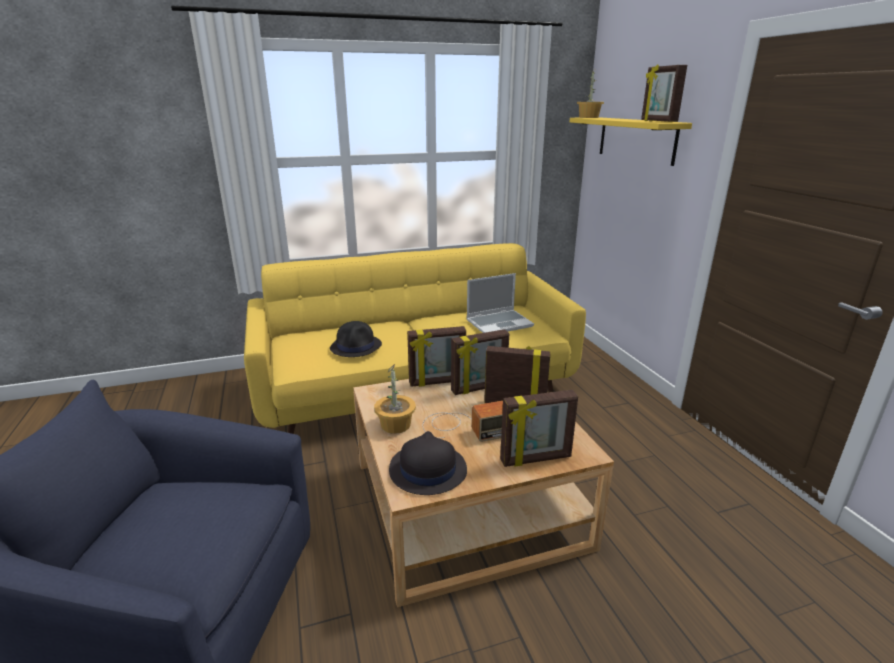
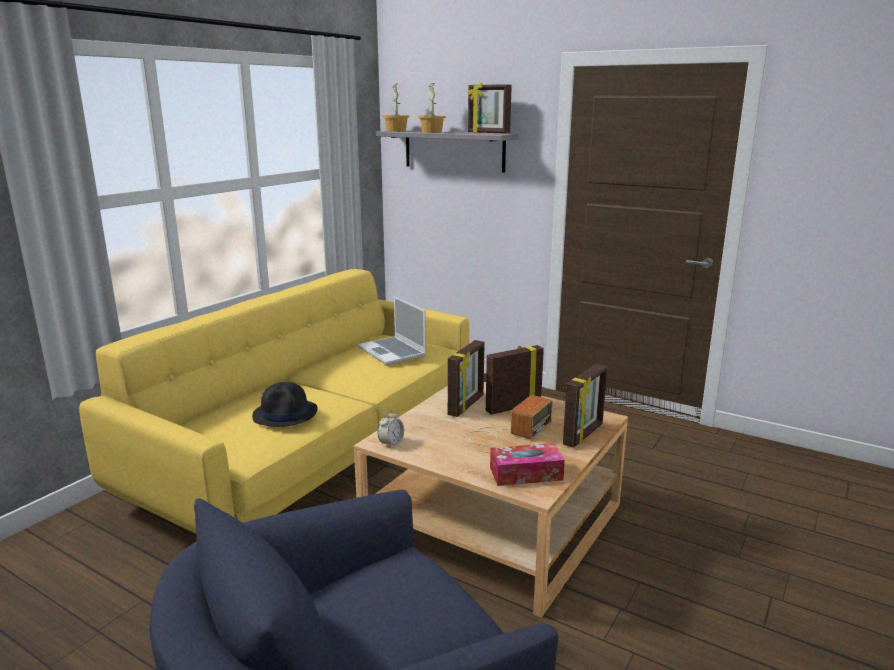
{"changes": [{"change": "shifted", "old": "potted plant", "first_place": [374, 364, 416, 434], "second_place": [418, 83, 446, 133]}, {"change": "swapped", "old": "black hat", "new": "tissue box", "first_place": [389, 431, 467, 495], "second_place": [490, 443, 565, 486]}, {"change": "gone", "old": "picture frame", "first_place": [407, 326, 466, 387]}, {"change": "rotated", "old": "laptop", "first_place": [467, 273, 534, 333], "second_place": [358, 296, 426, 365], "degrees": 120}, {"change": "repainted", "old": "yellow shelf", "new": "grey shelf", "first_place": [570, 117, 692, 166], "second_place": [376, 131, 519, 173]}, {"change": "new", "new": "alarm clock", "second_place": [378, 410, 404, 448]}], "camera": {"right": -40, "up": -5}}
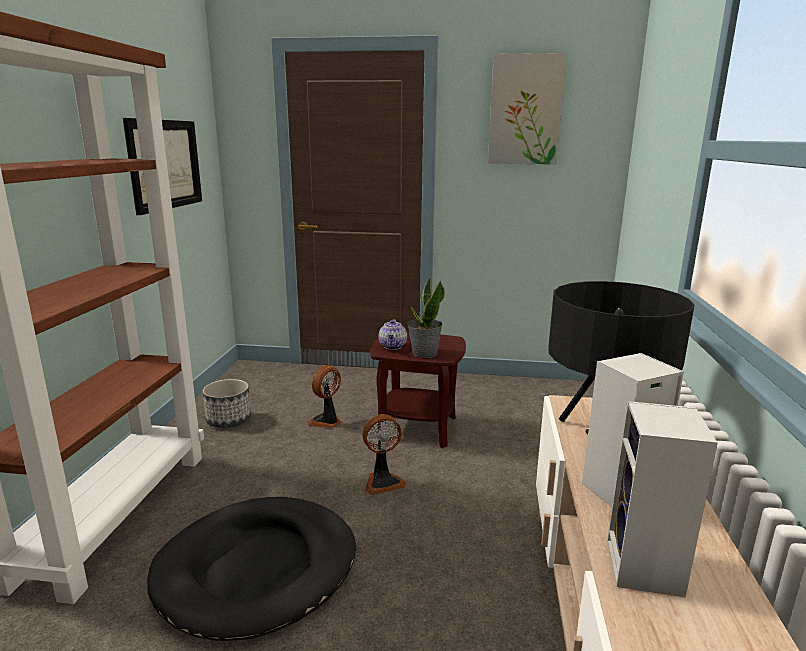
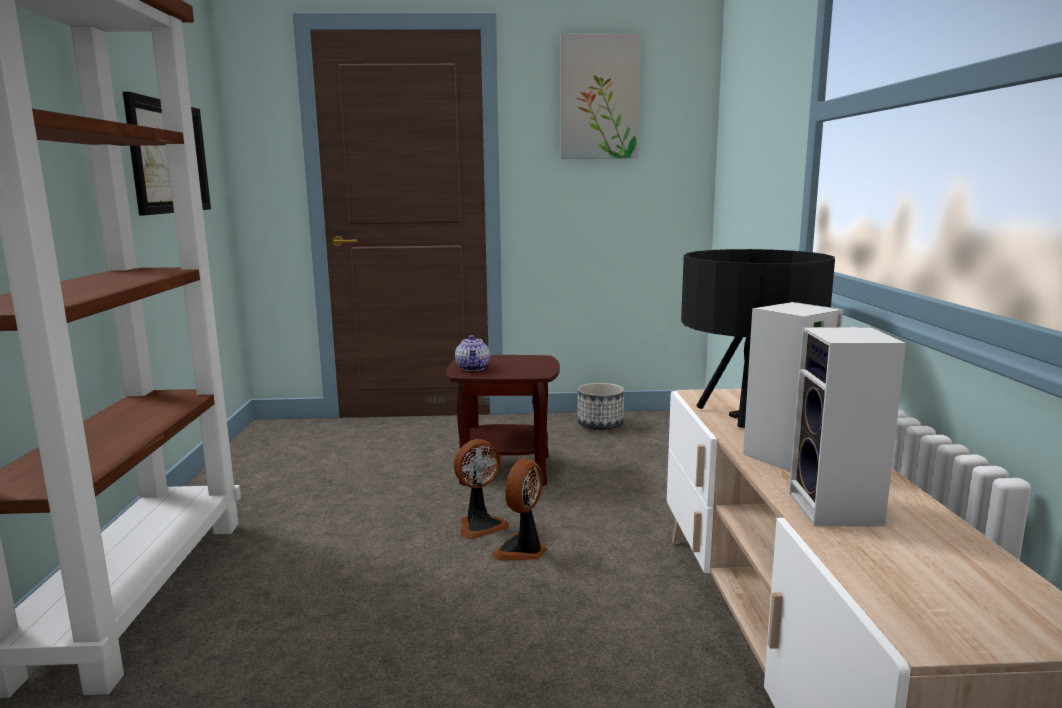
{"changes": [{"change": "gone", "old": "black dog bed", "first_place": [147, 497, 356, 641]}, {"change": "shifted", "old": "planter", "first_place": [203, 379, 251, 428], "second_place": [577, 383, 624, 430]}, {"change": "shifted", "old": "fan", "first_place": [306, 365, 342, 428], "second_place": [491, 458, 547, 561]}, {"change": "gone", "old": "potted plant", "first_place": [407, 278, 445, 358]}], "camera": {"right": -10, "up": -5}}
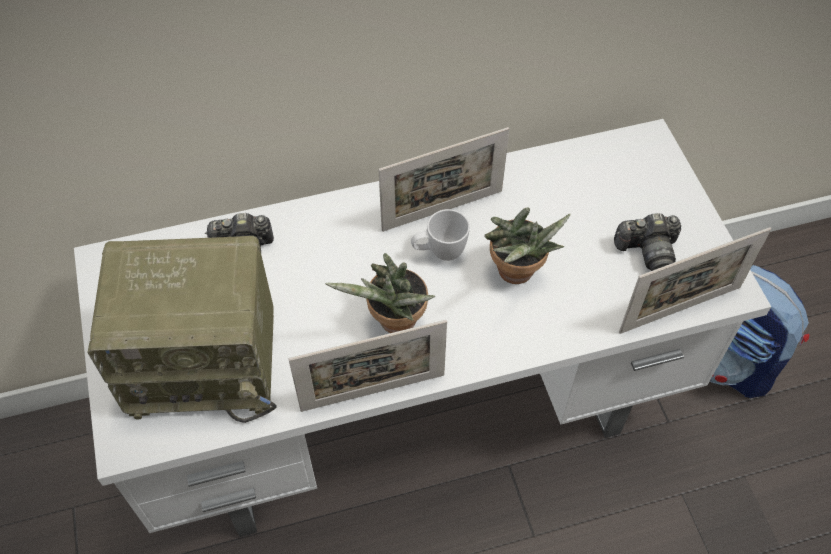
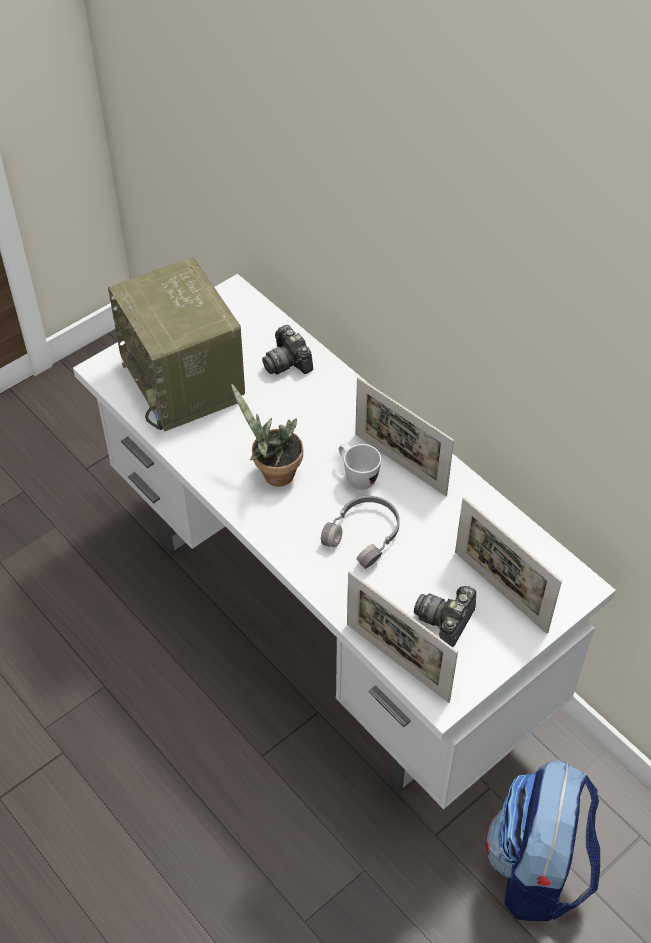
{"changes": [{"change": "shifted", "old": "picture frame", "first_place": [288, 320, 447, 412], "second_place": [455, 497, 562, 634]}, {"change": "swapped", "old": "potted plant", "new": "grey headphones", "first_place": [484, 207, 571, 284], "second_place": [321, 496, 400, 569]}, {"change": "rotated", "old": "photo camera", "first_place": [614, 213, 681, 271], "second_place": [414, 585, 476, 647], "degrees": 60}], "camera": {"right": 65, "up": -5}}
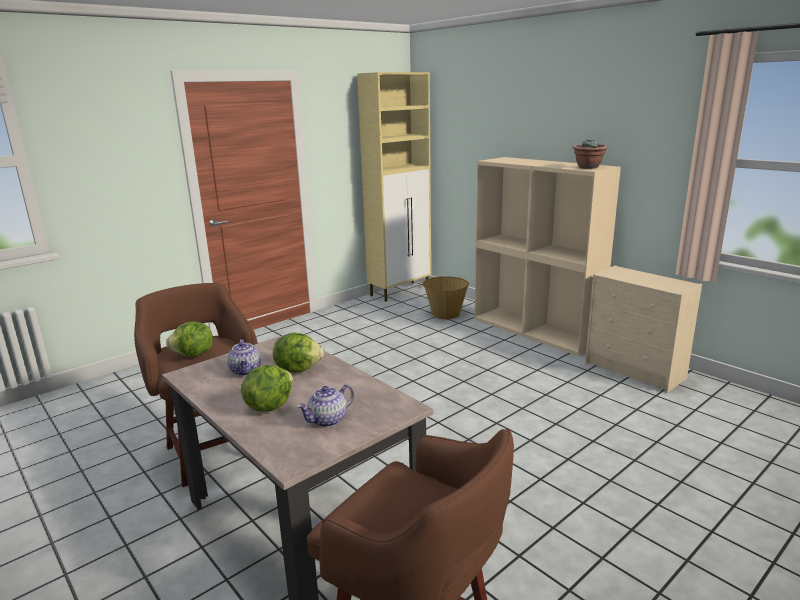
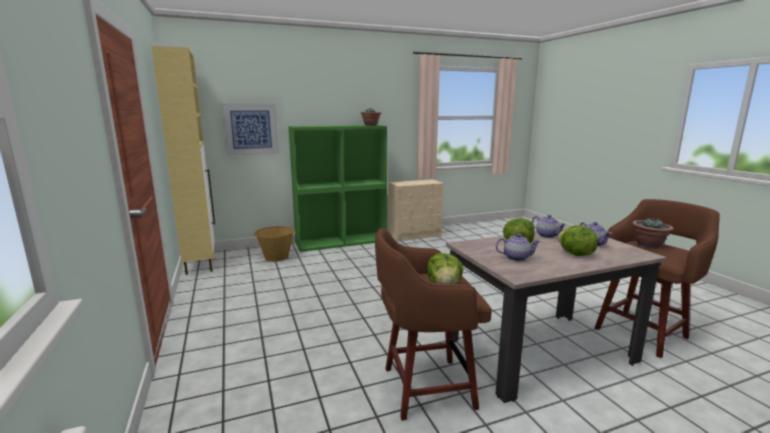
{"changes": [{"change": "repainted", "old": "beige bookcase", "new": "green bookcase", "first_place": [474, 157, 621, 356], "second_place": [289, 125, 387, 252]}, {"change": "new", "new": "picture", "second_place": [222, 103, 279, 156]}, {"change": "new", "new": "teapot", "second_place": [532, 215, 566, 238]}, {"change": "new", "new": "potted plant", "second_place": [632, 218, 674, 248]}], "camera": {"right": -70, "up": -5}}
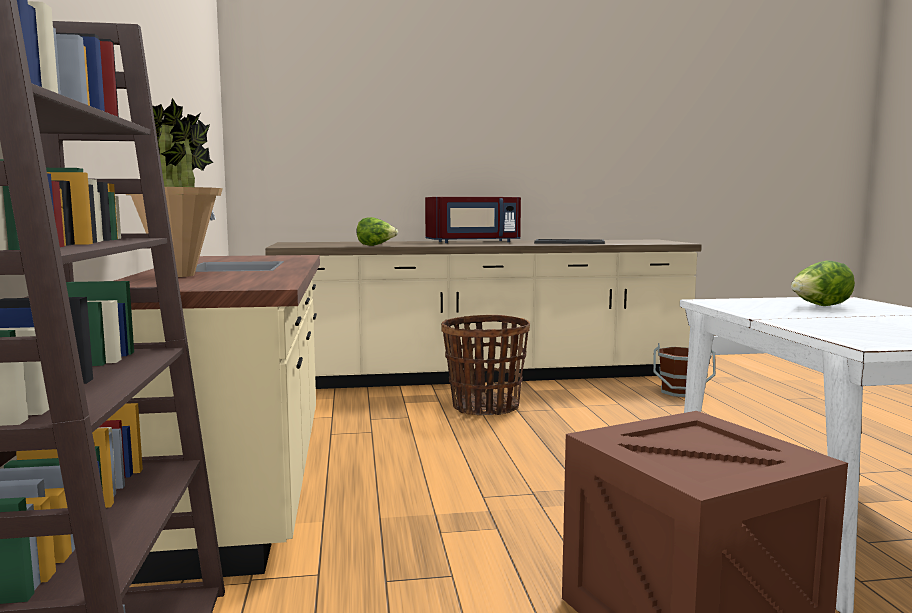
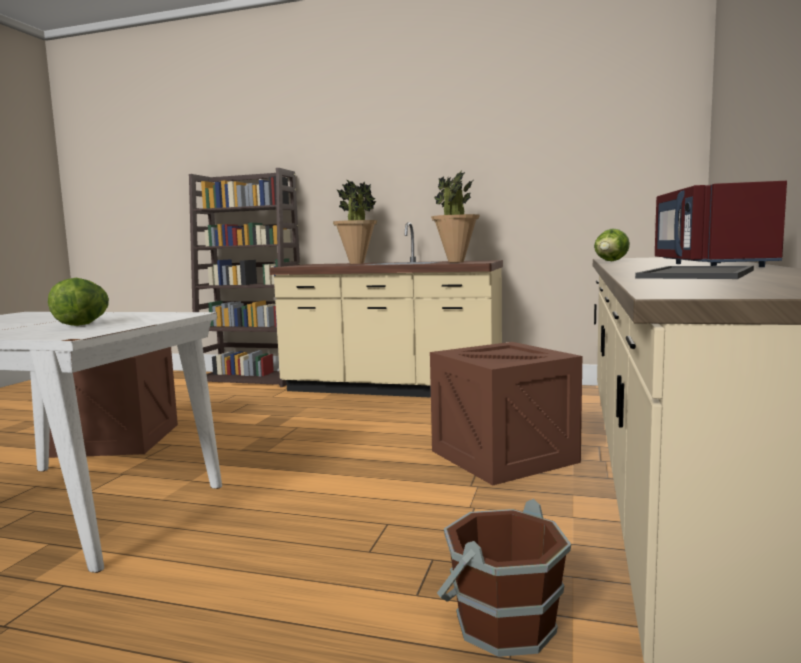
{"changes": [{"change": "swapped", "old": "basket", "new": "crate", "first_place": [441, 315, 530, 415], "second_place": [430, 342, 582, 485]}, {"change": "new", "new": "potted plant", "second_place": [431, 169, 480, 263]}], "camera": {"right": 115, "up": 0}}
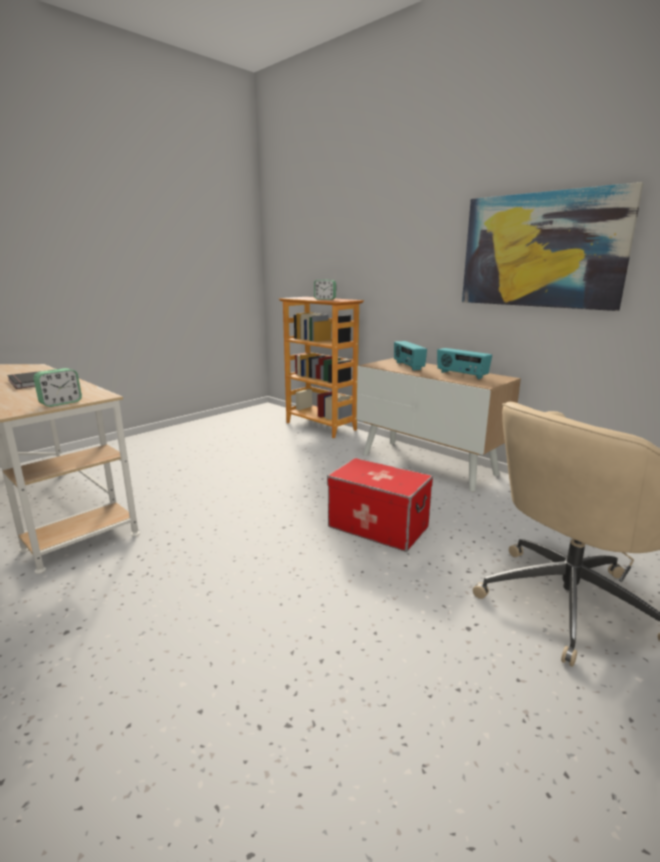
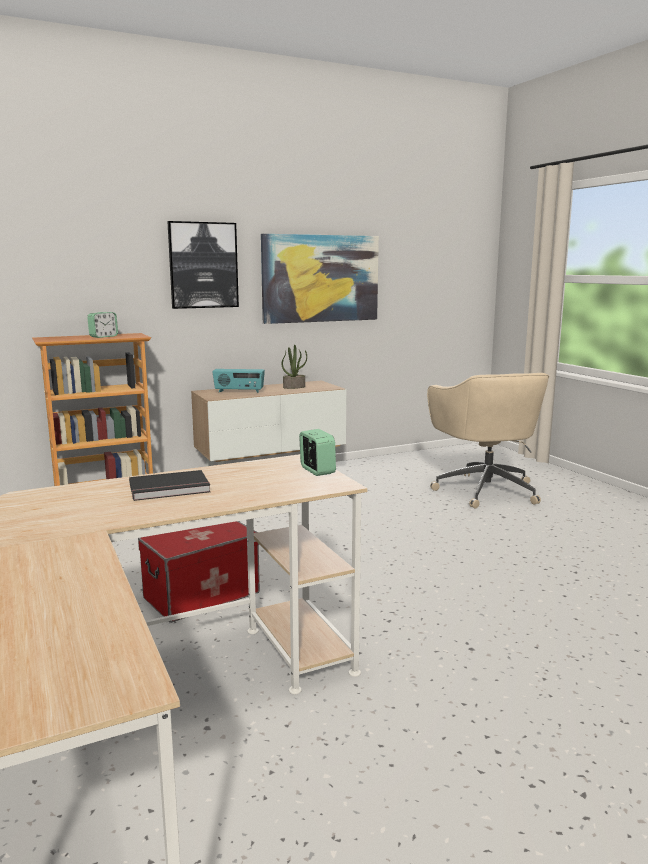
{"changes": [{"change": "shifted", "old": "storage box", "first_place": [327, 458, 433, 552], "second_place": [138, 521, 260, 623]}, {"change": "swapped", "old": "radio", "new": "potted plant", "first_place": [437, 348, 492, 379], "second_place": [282, 345, 307, 389]}, {"change": "new", "new": "picture", "second_place": [167, 221, 239, 309]}], "camera": {"right": -70, "up": -5}}
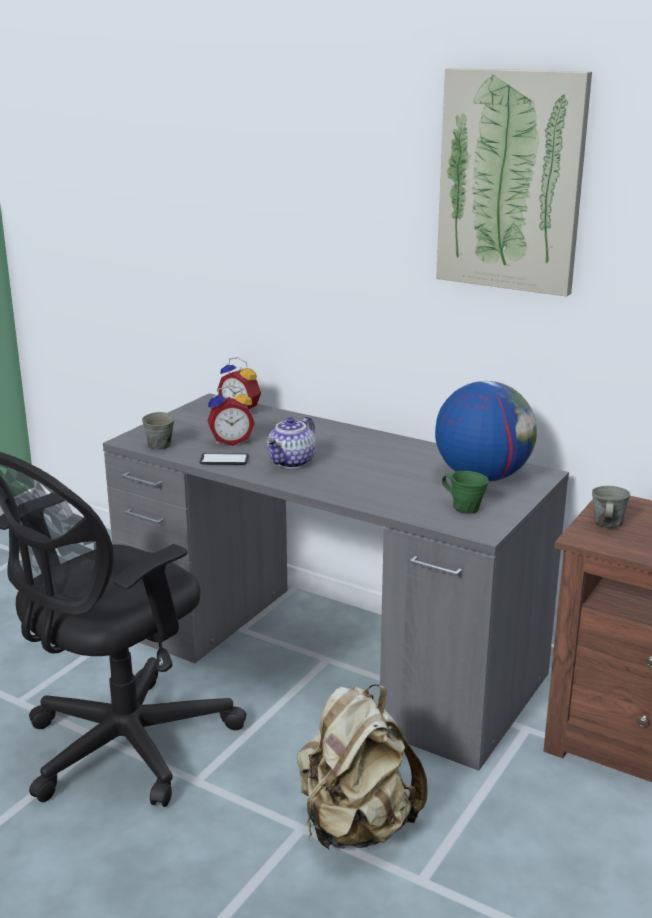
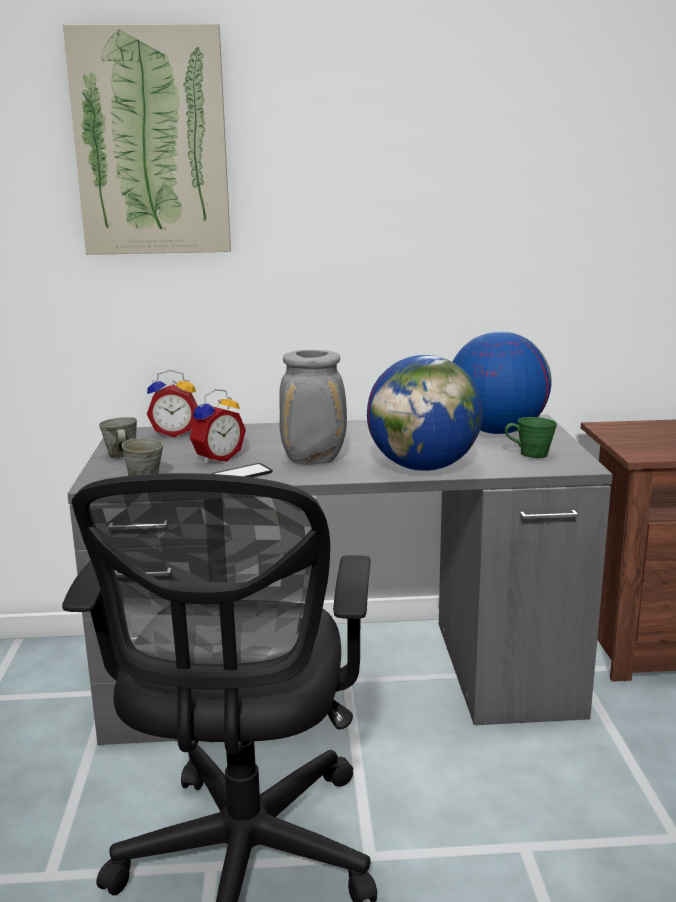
{"changes": [{"change": "swapped", "old": "teapot", "new": "grey vase", "first_place": [266, 416, 316, 469], "second_place": [279, 350, 347, 464]}, {"change": "gone", "old": "beige backpack", "first_place": [297, 684, 428, 849]}, {"change": "shifted", "old": "picture", "first_place": [436, 68, 592, 297], "second_place": [63, 24, 231, 255]}, {"change": "shifted", "old": "grey mug", "first_place": [592, 486, 630, 528], "second_place": [99, 417, 137, 458]}, {"change": "new", "new": "globe", "second_place": [367, 355, 483, 471]}], "camera": {"right": -35, "up": -5}}
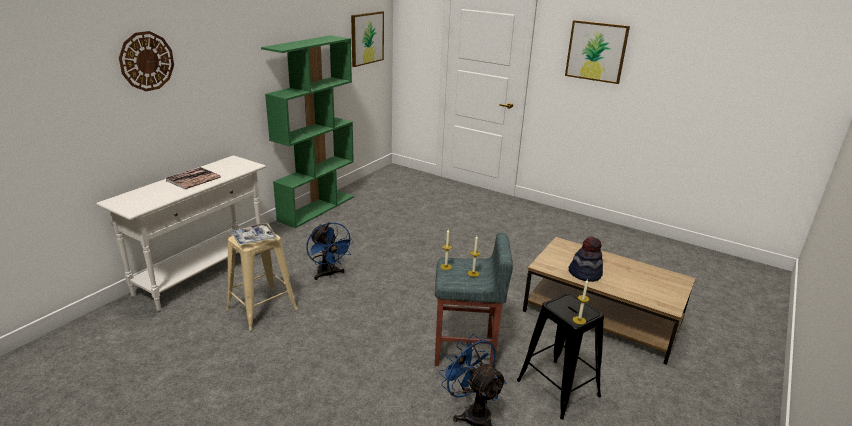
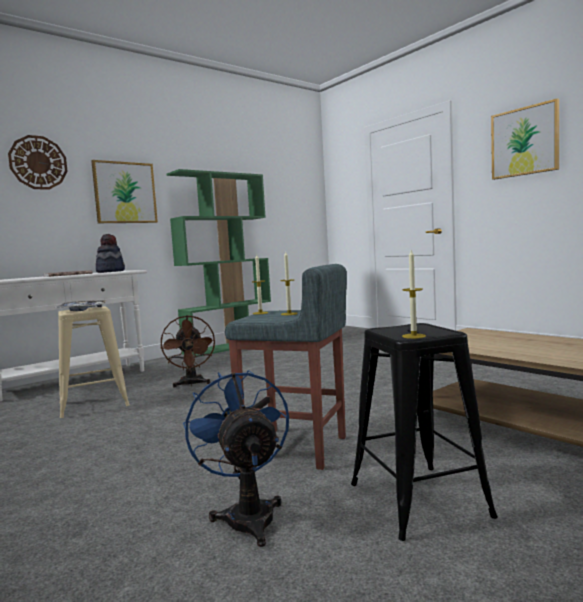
{"changes": [{"change": "repainted", "old": "blue fan", "new": "brown fan", "first_place": [306, 222, 354, 280], "second_place": [160, 315, 215, 388]}, {"change": "shifted", "old": "picture", "first_place": [351, 11, 384, 67], "second_place": [91, 160, 158, 223]}, {"change": "shifted", "old": "hat", "first_place": [569, 237, 603, 282], "second_place": [96, 234, 125, 273]}], "camera": {"right": 20, "up": -20}}
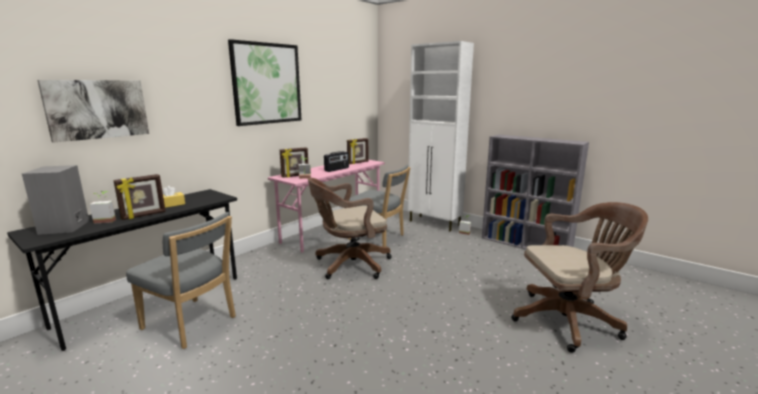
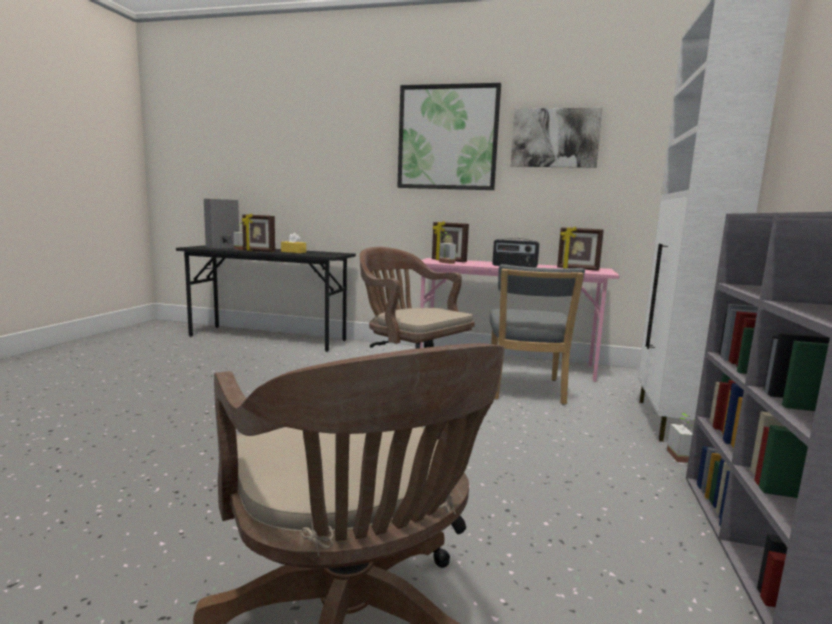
{"changes": [{"change": "shifted", "old": "picture", "first_place": [37, 80, 149, 143], "second_place": [511, 108, 603, 168]}, {"change": "gone", "old": "grey chair", "first_place": [126, 212, 236, 349]}], "camera": {"right": 65, "up": -5}}
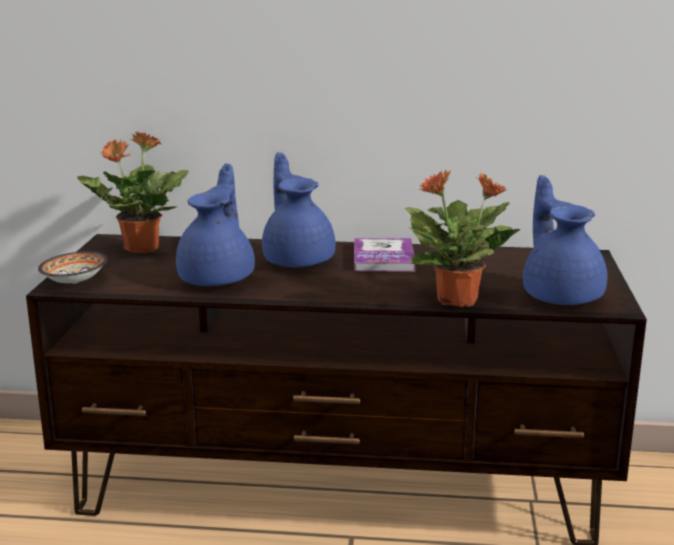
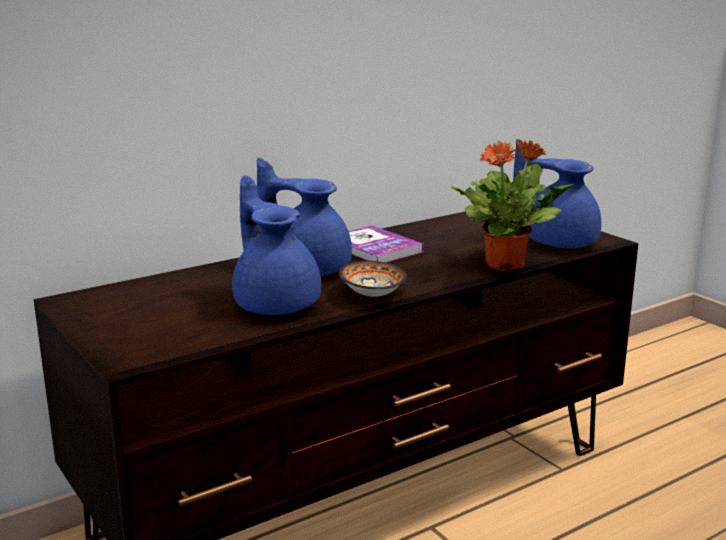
{"changes": [{"change": "shifted", "old": "bowl", "first_place": [38, 252, 107, 284], "second_place": [339, 261, 406, 297]}, {"change": "gone", "old": "potted plant", "first_place": [77, 132, 189, 253]}], "camera": {"right": -40, "up": 0}}
